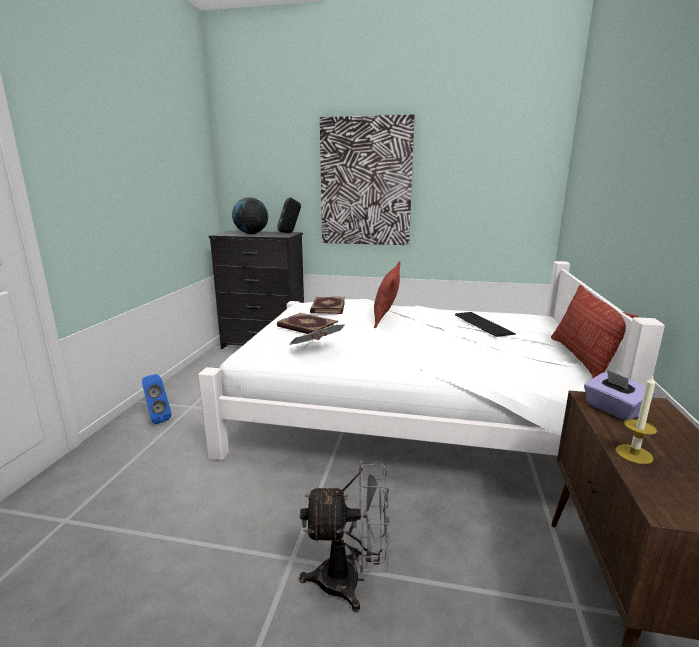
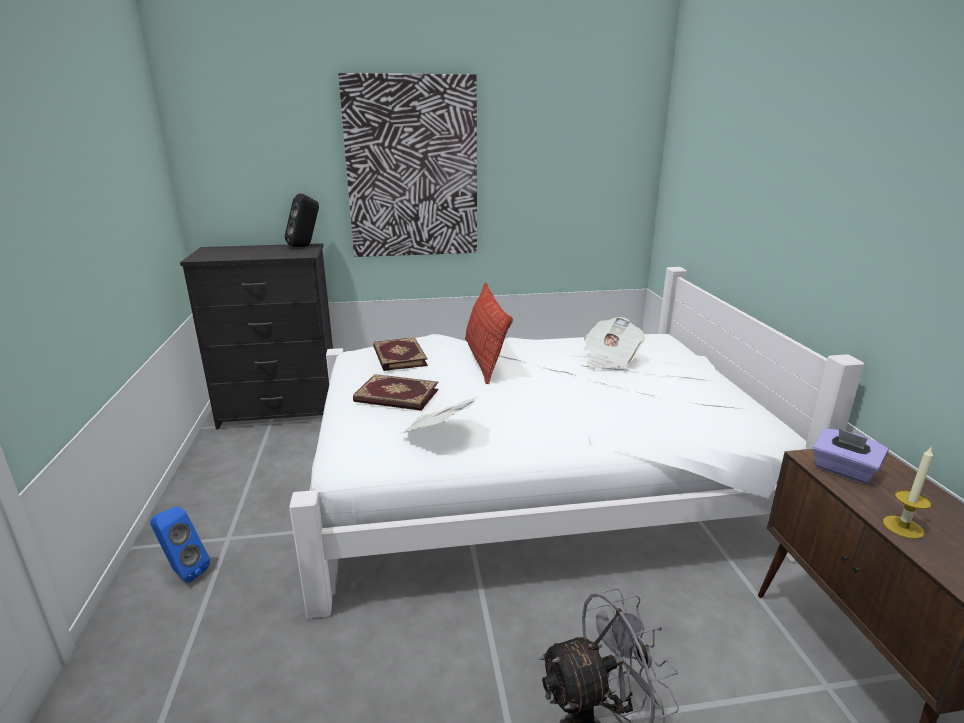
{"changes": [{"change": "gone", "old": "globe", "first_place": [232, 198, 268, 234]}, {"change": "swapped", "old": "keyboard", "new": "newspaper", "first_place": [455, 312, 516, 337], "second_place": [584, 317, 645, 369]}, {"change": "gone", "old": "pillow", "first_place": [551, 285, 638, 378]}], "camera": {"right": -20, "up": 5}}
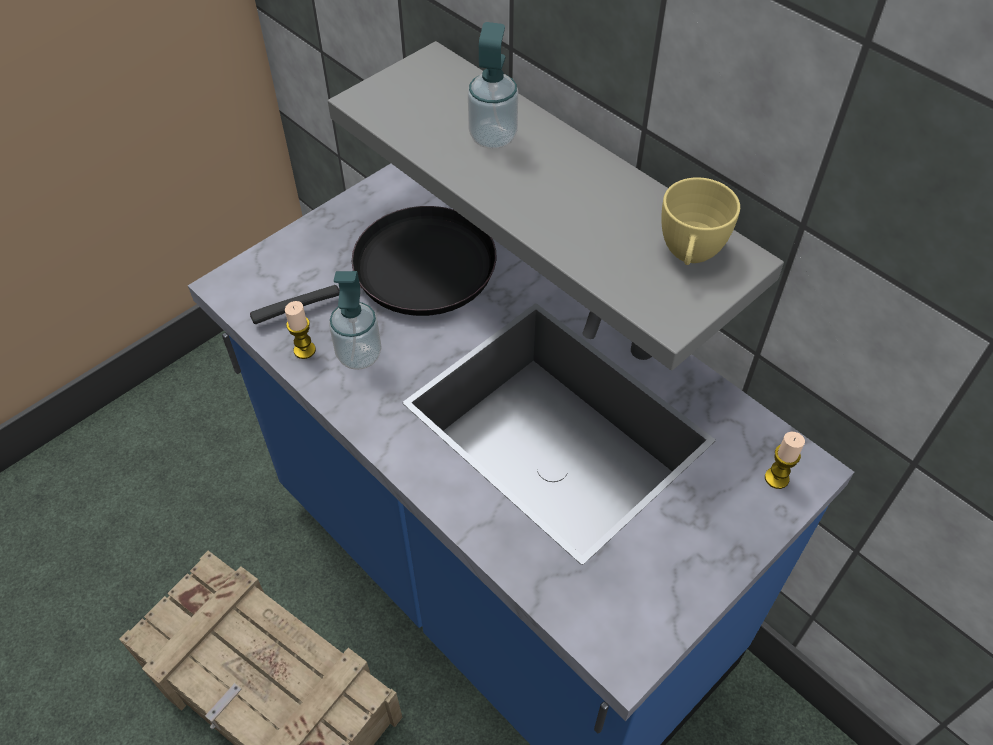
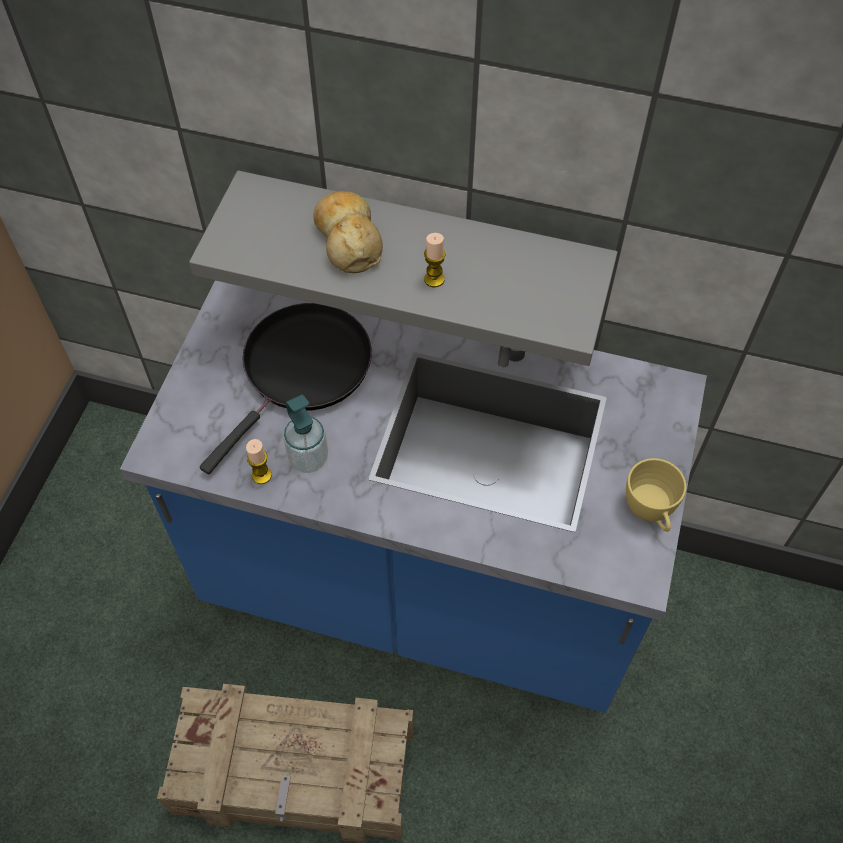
{"changes": [{"change": "swapped", "old": "soap dispenser", "new": "bread", "first_place": [468, 22, 518, 149], "second_place": [313, 191, 383, 273]}, {"change": "shifted", "old": "yellow cup", "first_place": [662, 177, 740, 265], "second_place": [626, 458, 686, 532]}, {"change": "shifted", "old": "candle", "first_place": [765, 432, 805, 489], "second_place": [424, 233, 446, 287]}], "camera": {"right": -30, "up": 5}}
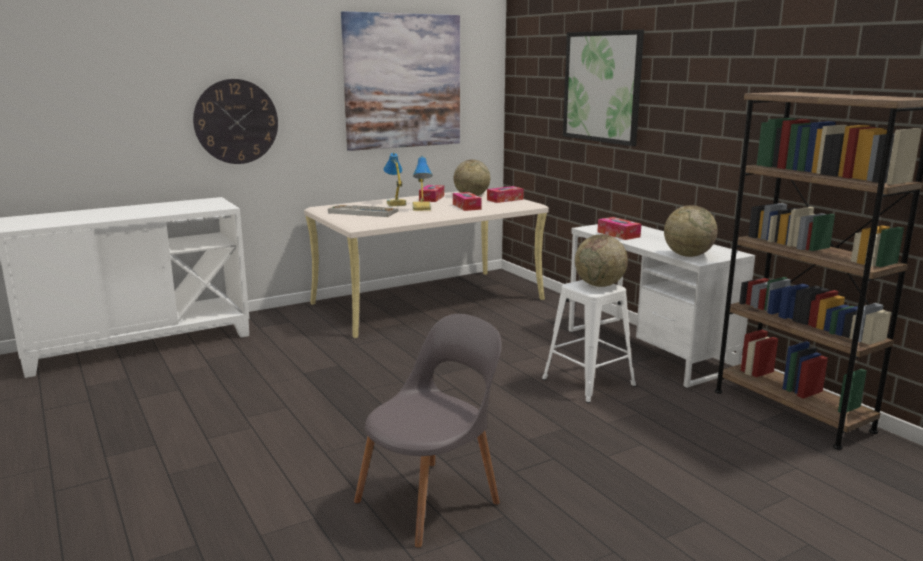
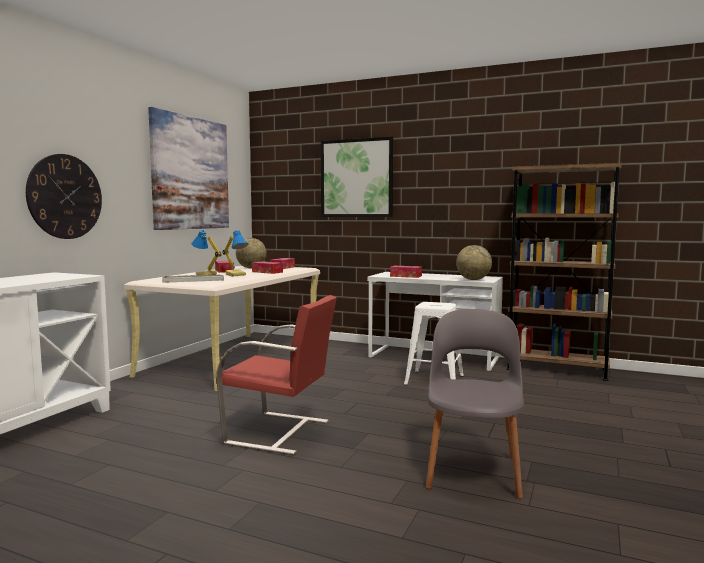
{"changes": [{"change": "gone", "old": "globe", "first_place": [575, 234, 628, 287]}, {"change": "new", "new": "red chair", "second_place": [216, 295, 337, 455]}], "camera": {"right": -35, "up": -10}}
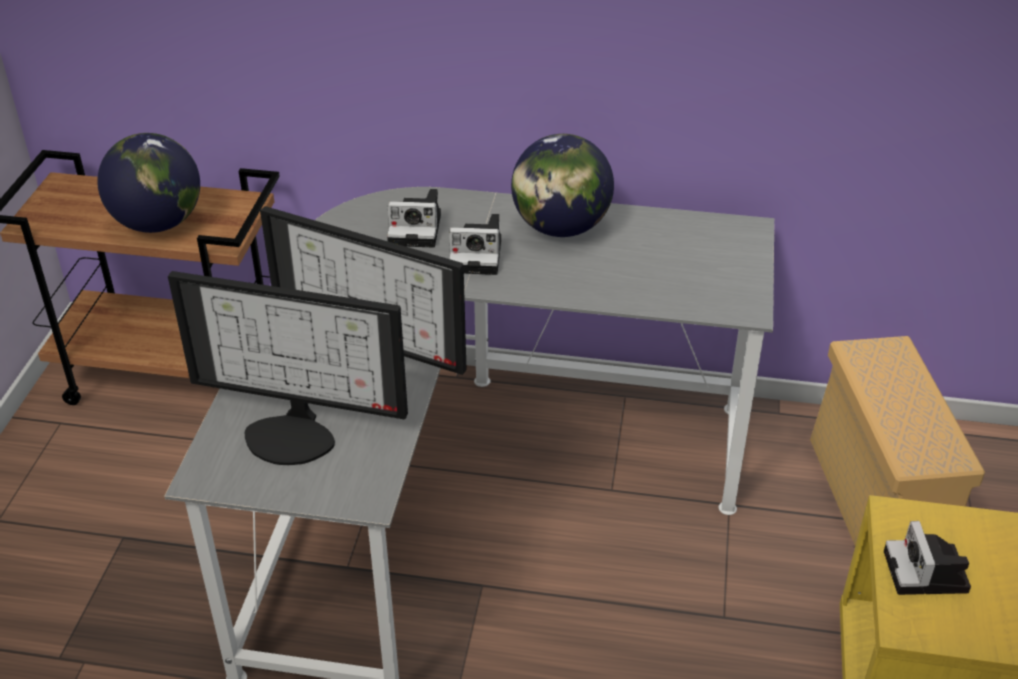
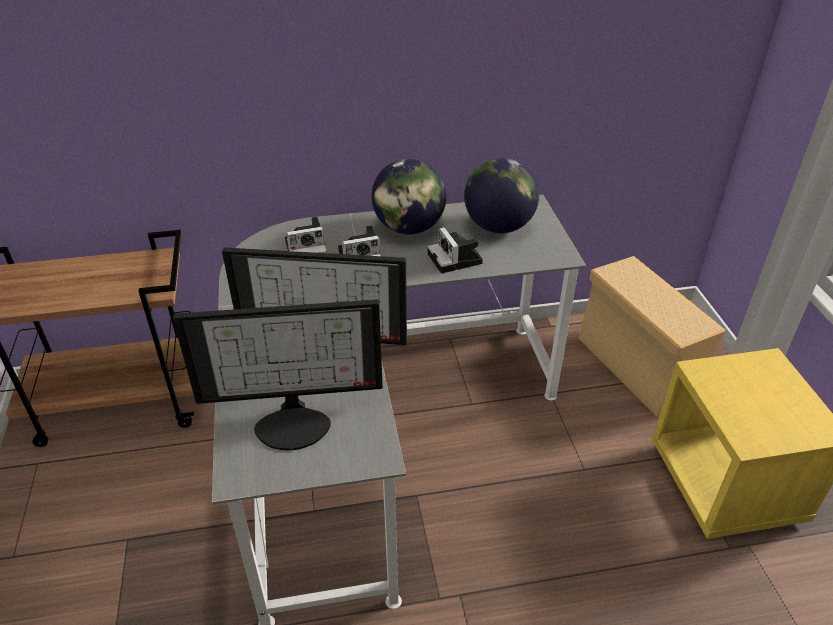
{"changes": [{"change": "shifted", "old": "globe", "first_place": [97, 133, 200, 233], "second_place": [464, 158, 539, 233]}, {"change": "shifted", "old": "photo camera", "first_place": [884, 521, 971, 595], "second_place": [428, 227, 483, 273]}], "camera": {"right": -20, "up": 0}}
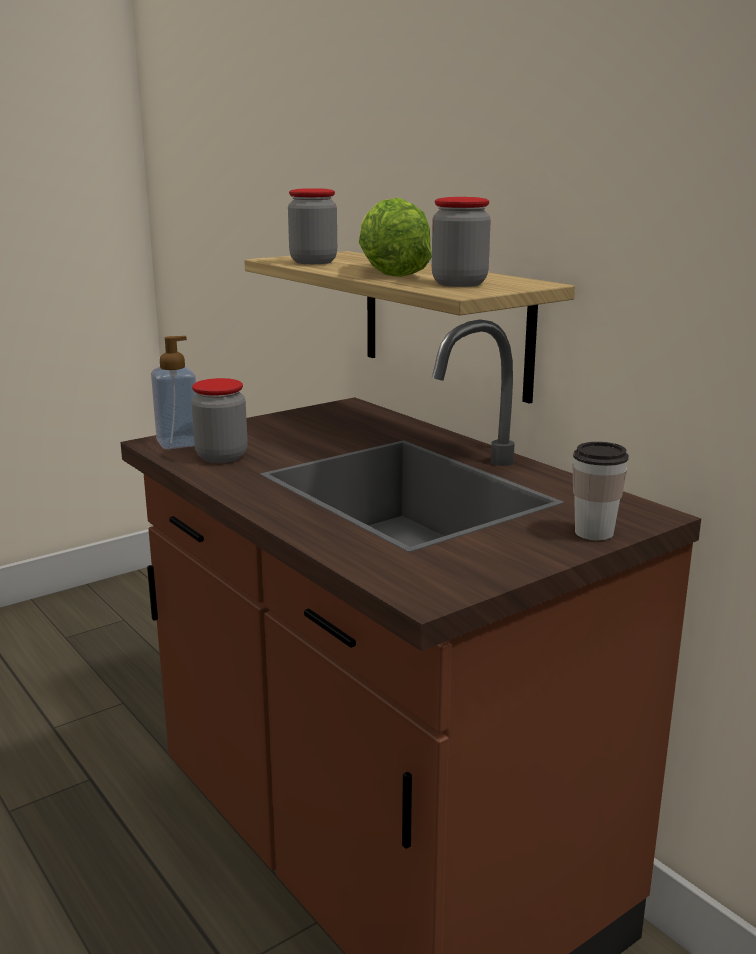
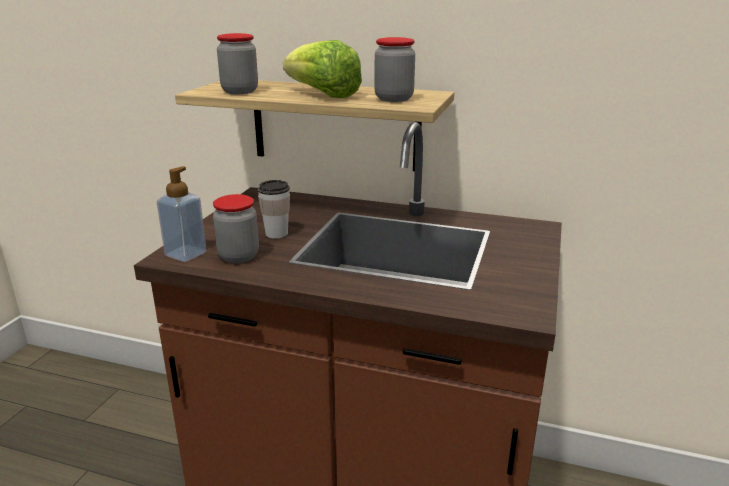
{"changes": [{"change": "shifted", "old": "cup", "first_place": [573, 442, 629, 541], "second_place": [258, 180, 290, 239]}], "camera": {"right": -35, "up": 5}}
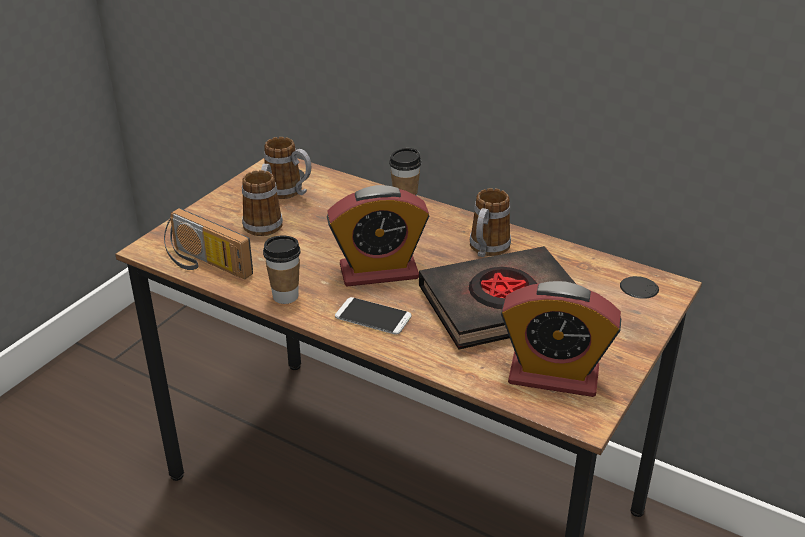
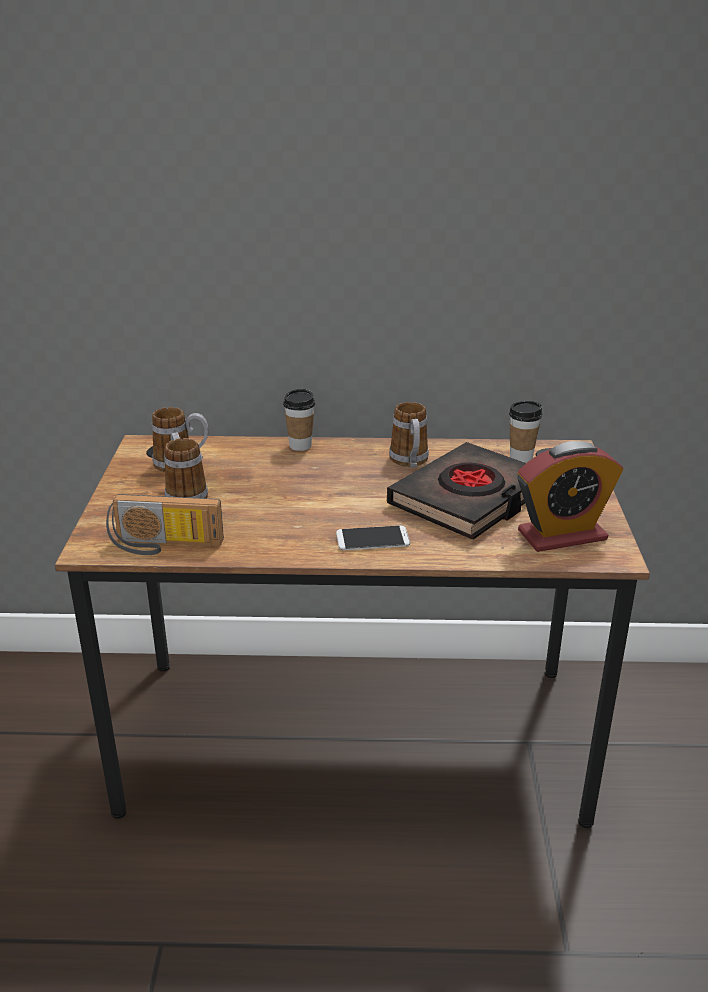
{"changes": [{"change": "shifted", "old": "cup", "first_place": [263, 236, 301, 304], "second_place": [509, 401, 542, 463]}, {"change": "gone", "old": "alarm clock", "first_place": [327, 185, 429, 286]}], "camera": {"right": -30, "up": -5}}
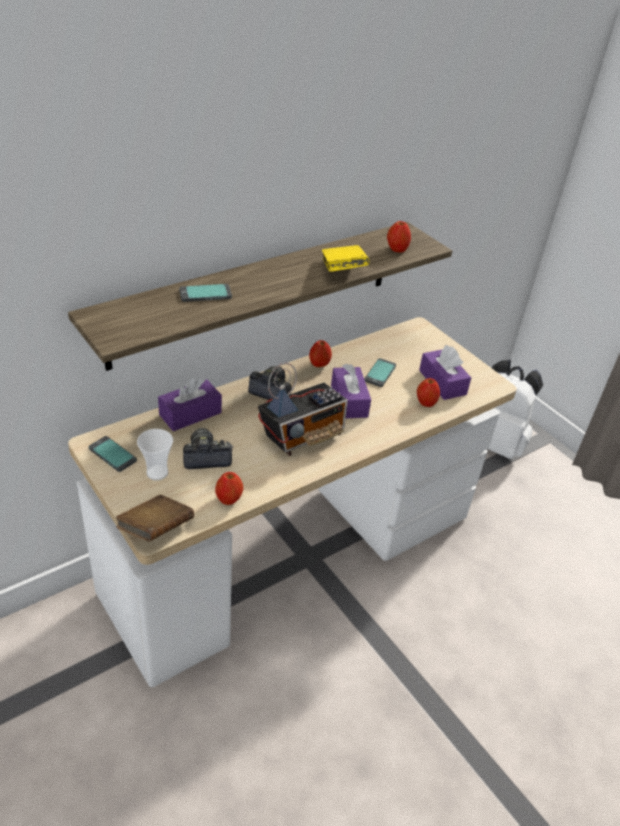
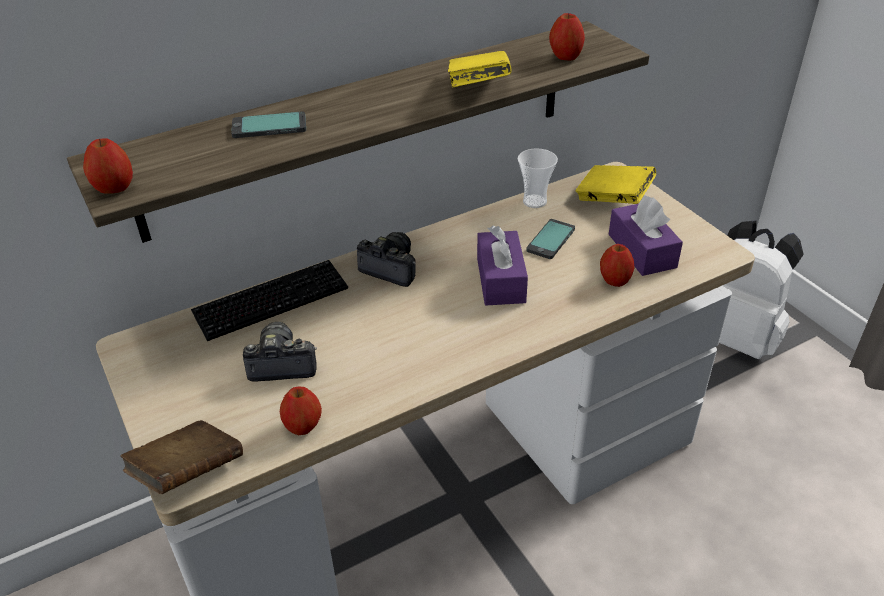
{"changes": [{"change": "gone", "old": "phone", "first_place": [89, 436, 137, 472]}, {"change": "shifted", "old": "cup", "first_place": [137, 429, 173, 481], "second_place": [518, 148, 558, 208]}, {"change": "swapped", "old": "purple tissue box", "new": "keyboard", "first_place": [158, 377, 222, 431], "second_place": [191, 260, 348, 341]}, {"change": "gone", "old": "radio", "first_place": [258, 363, 348, 456]}, {"change": "shifted", "old": "apple", "first_place": [309, 340, 332, 367], "second_place": [83, 138, 133, 194]}, {"change": "new", "new": "yellow book", "second_place": [575, 165, 656, 204]}], "camera": {"right": 10, "up": 0}}
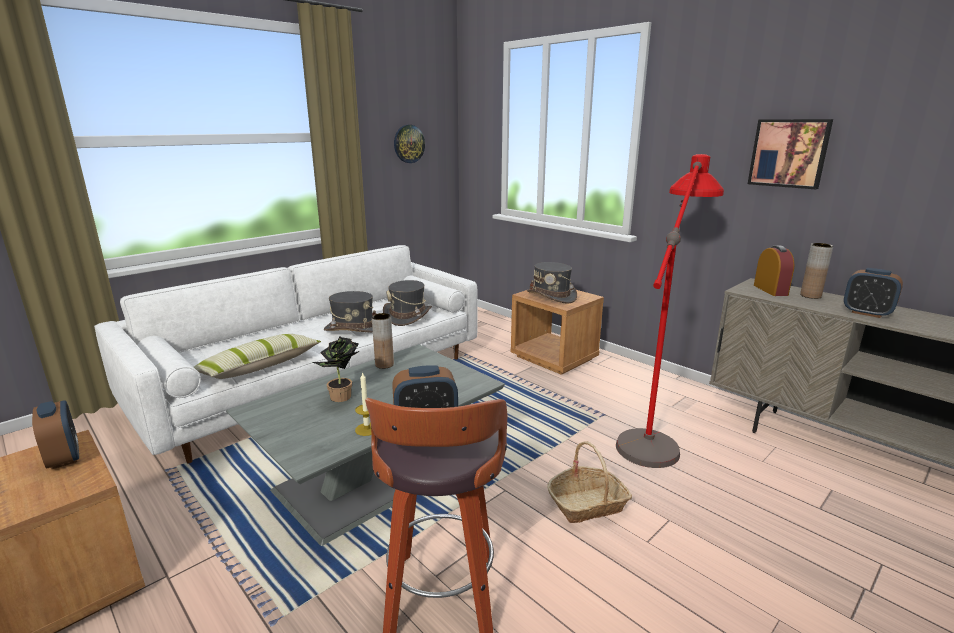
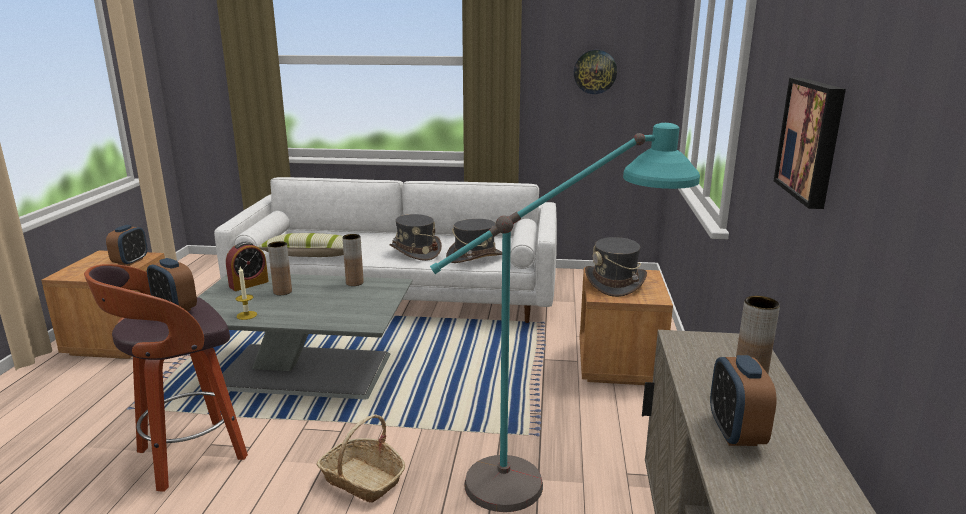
{"changes": [{"change": "swapped", "old": "potted plant", "new": "brown vase", "first_place": [313, 336, 359, 402], "second_place": [268, 241, 292, 295]}, {"change": "repainted", "old": "red floor lamp", "new": "turquoise floor lamp", "first_place": [616, 154, 724, 468], "second_place": [430, 123, 700, 512]}, {"change": "shifted", "old": "alarm clock", "first_place": [754, 245, 794, 296], "second_place": [226, 242, 269, 291]}], "camera": {"right": 50, "up": 0}}
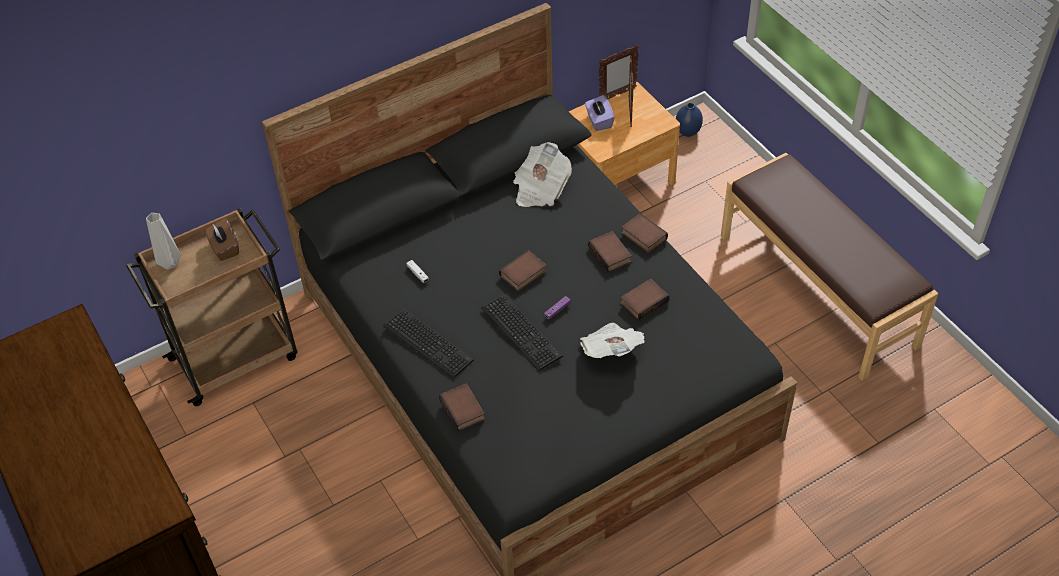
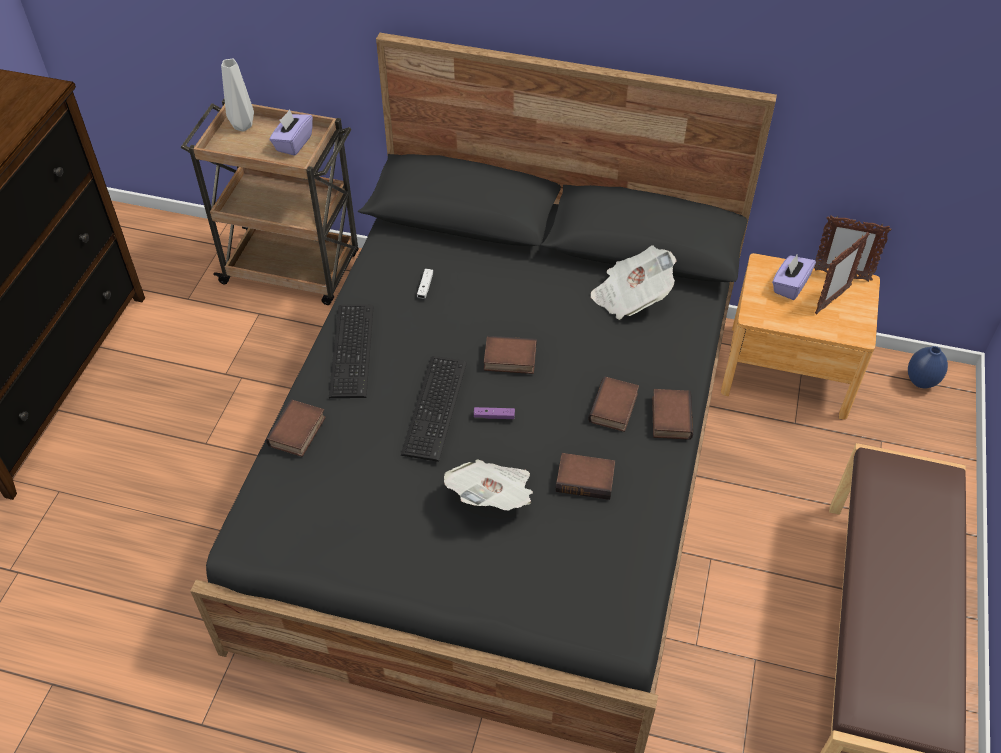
{"changes": [{"change": "repainted", "old": "brown tissue box", "new": "purple tissue box", "first_place": [205, 218, 239, 261], "second_place": [269, 110, 313, 156]}], "camera": {"right": 45, "up": 0}}
